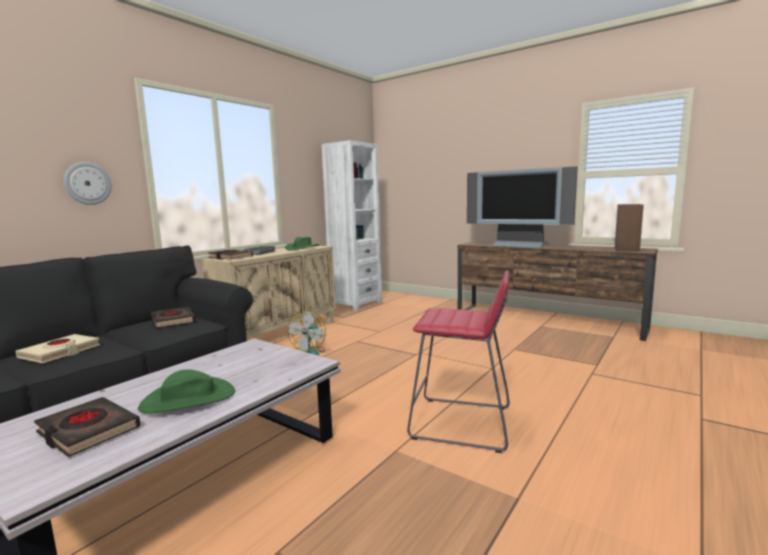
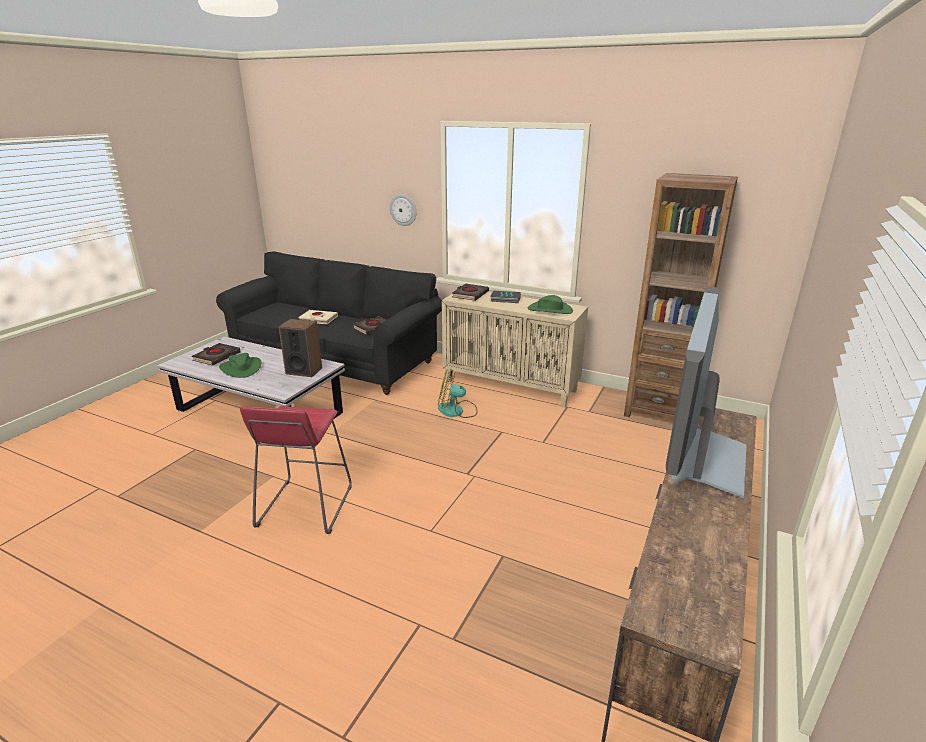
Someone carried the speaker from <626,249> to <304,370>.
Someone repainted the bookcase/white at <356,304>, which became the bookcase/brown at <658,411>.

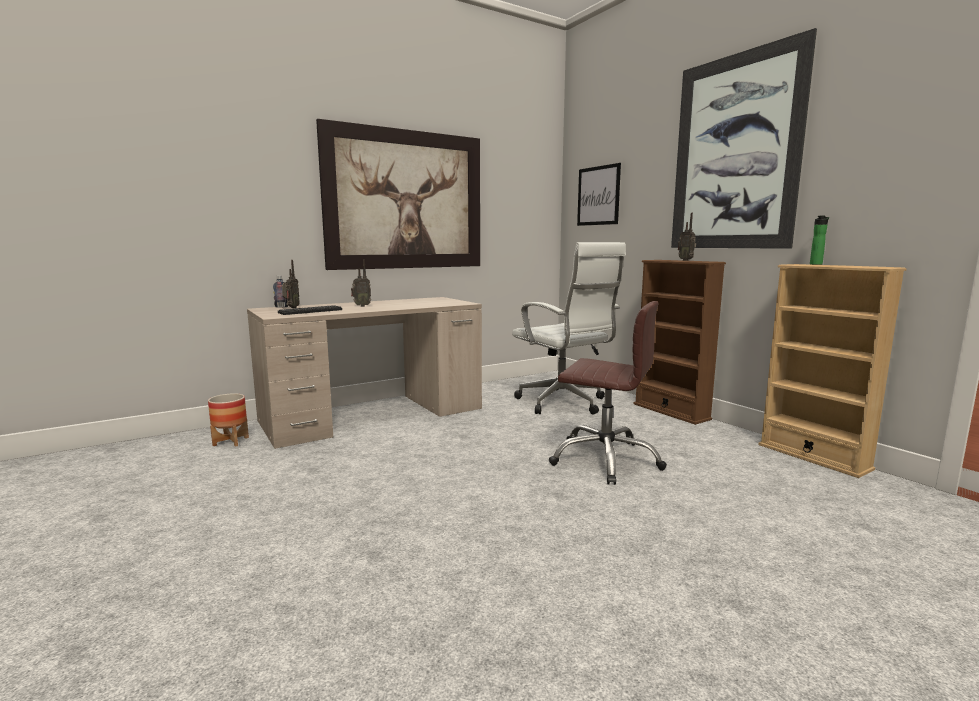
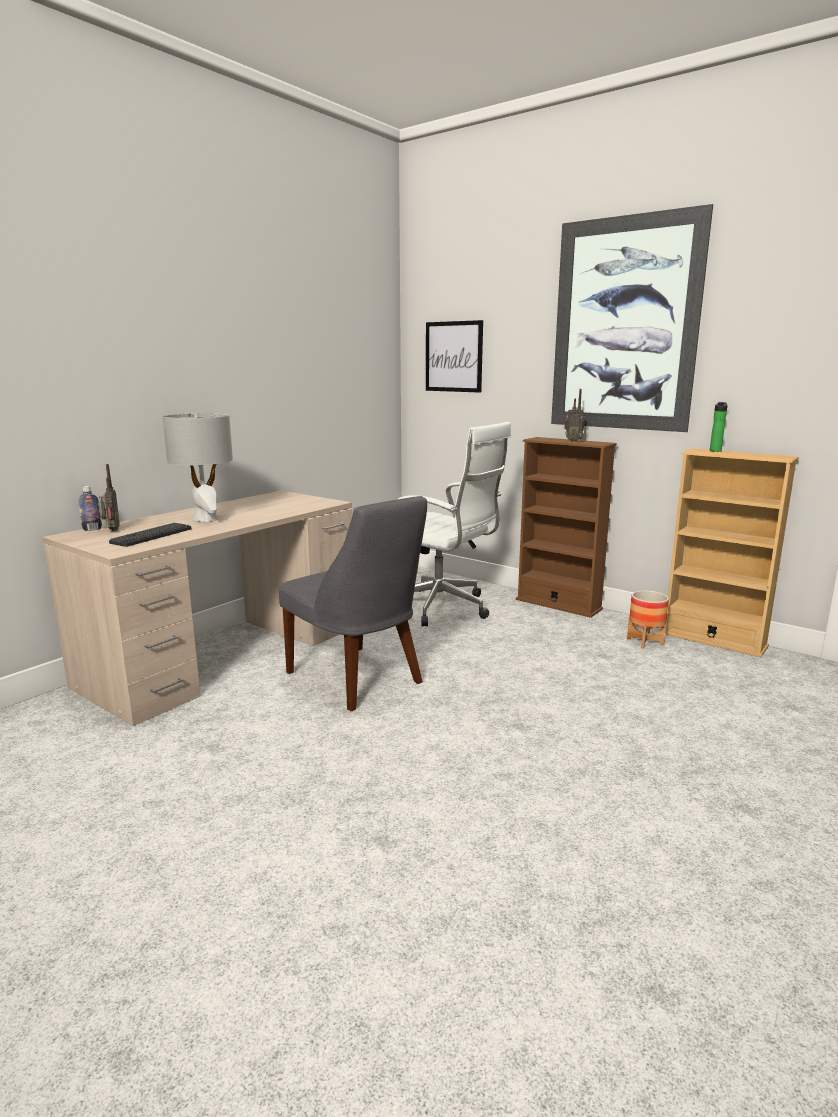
Someone took away the picture at <406,200>.
Someone took away the office chair/brown at <605,459>.
Someone put down the chair/grey at <358,679>.
Someone carried the planter from <230,441> to <645,642>.
Someone swapped the radio at <361,306> for the table lamp/grey at <205,519>.

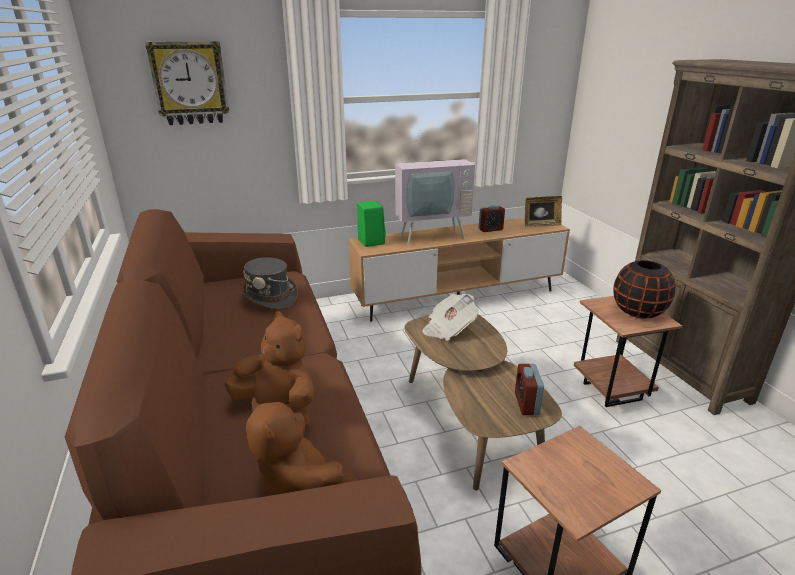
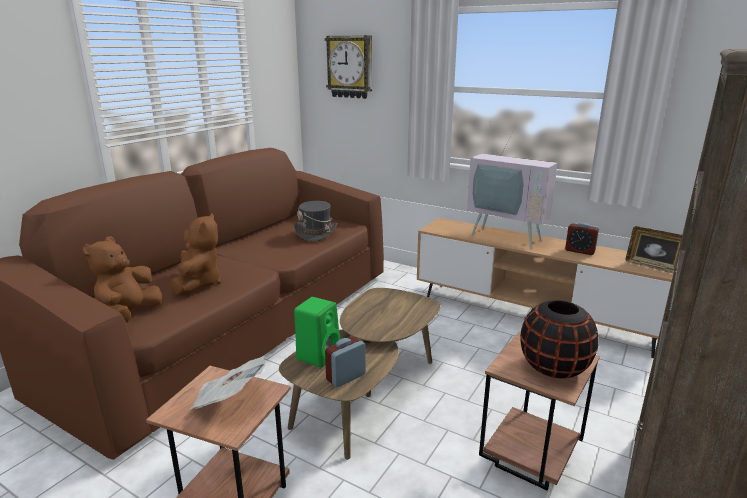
Someone carried the speaker/green from <370,241> to <318,355>.
Someone carried the newspaper from <448,329> to <229,400>.

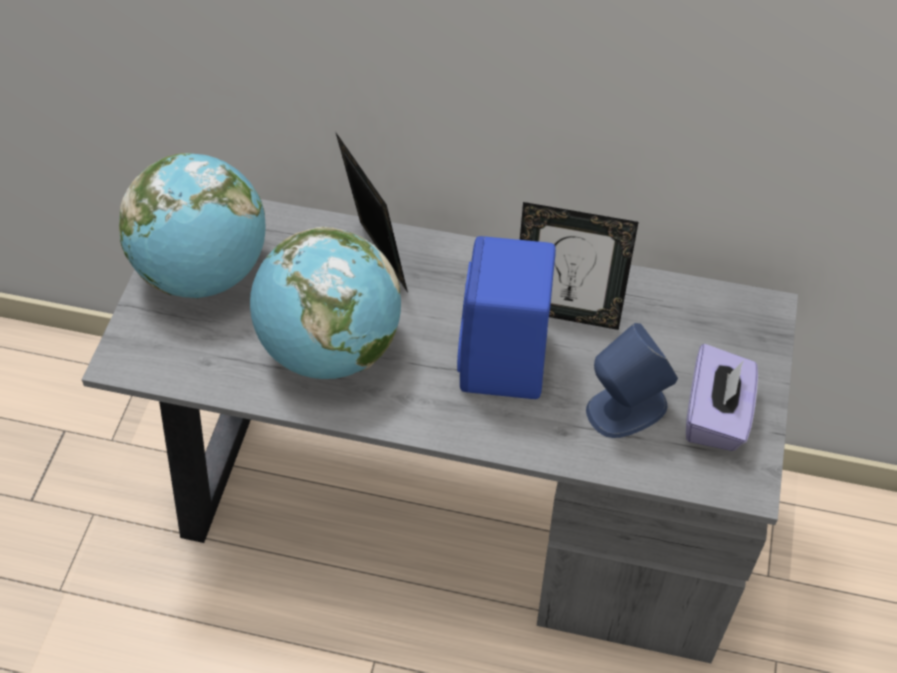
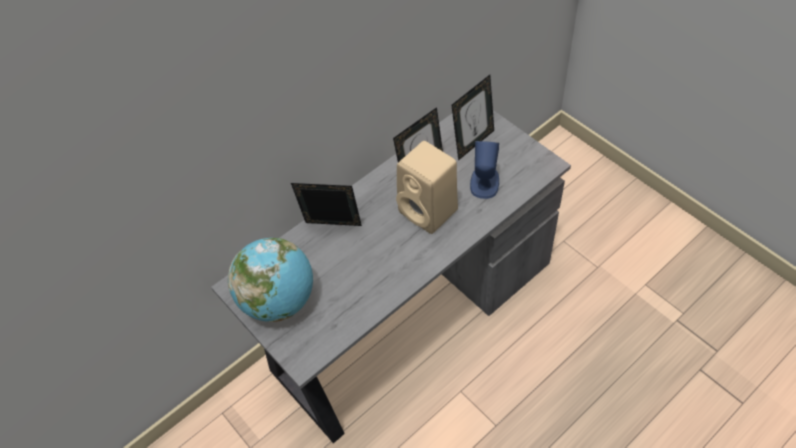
Someone took away the globe at <331,349>.
Someone took away the tissue box/purple at <716,416>.
Someone put down the picture frame at <473,143>.
Someone repainted the speaker/blue at <504,365>, which became the speaker/beige at <430,211>.

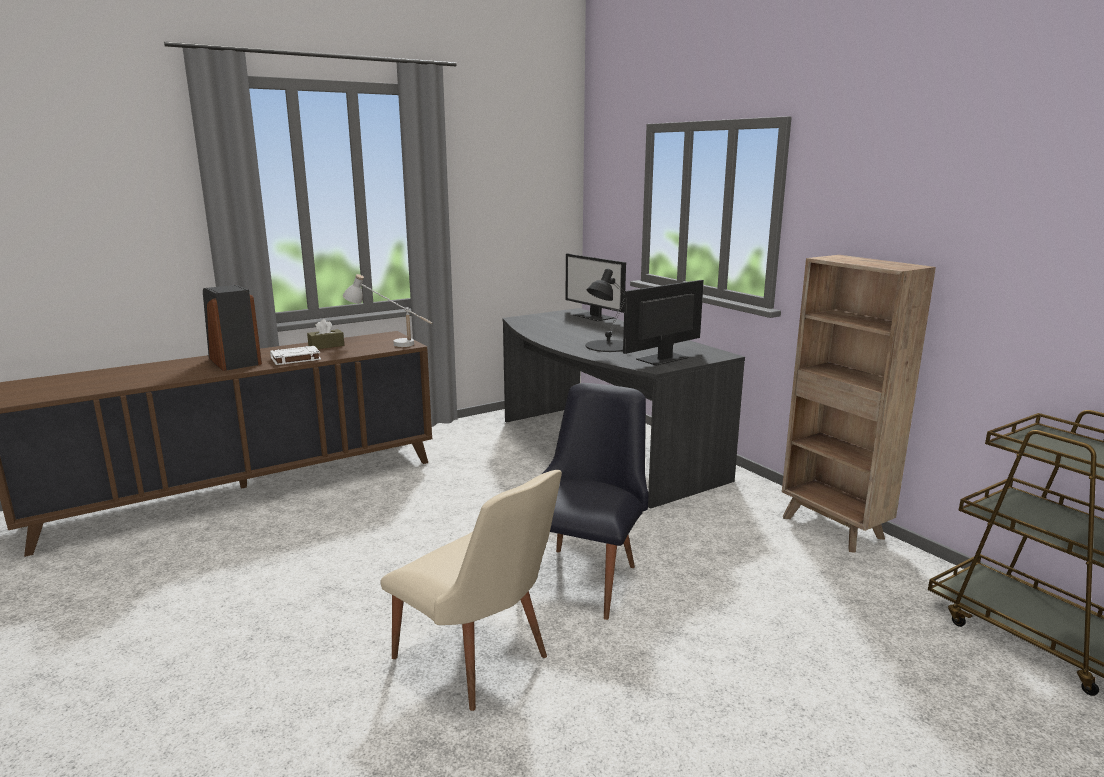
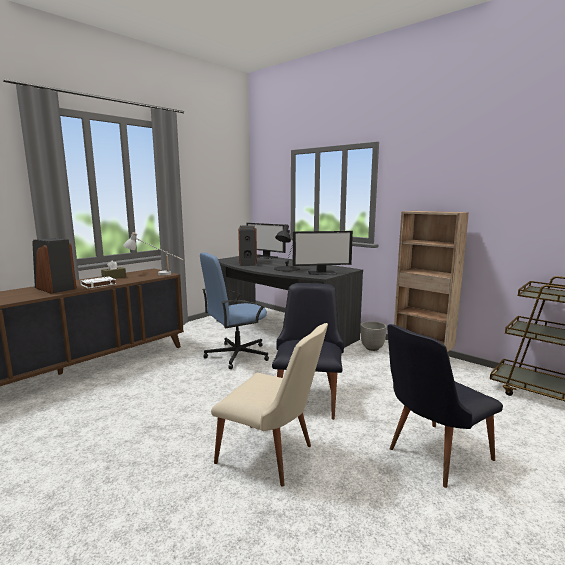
Someone put down the office chair/blue at <236,355>.
Someone put down the speaker at <248,263>.
Someone put down the planter at <372,348>.
Someone put down the chair/black at <432,456>.
Someone rotated the monitor at <662,359> by 135 degrees counterclockwise.

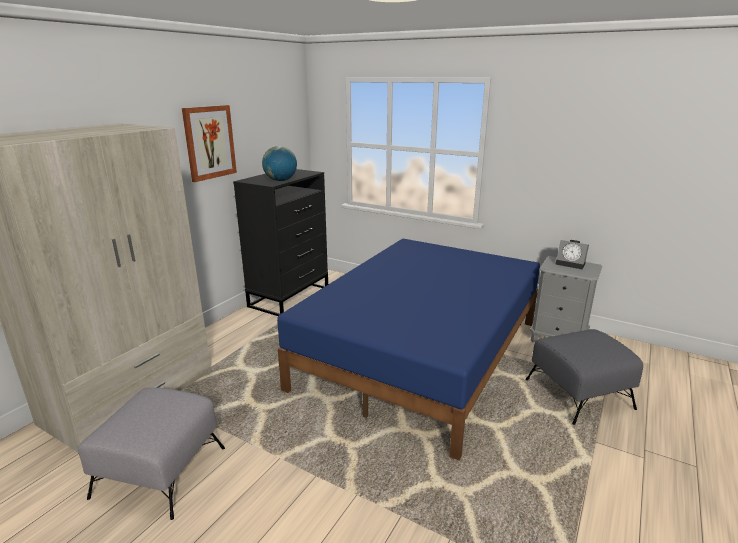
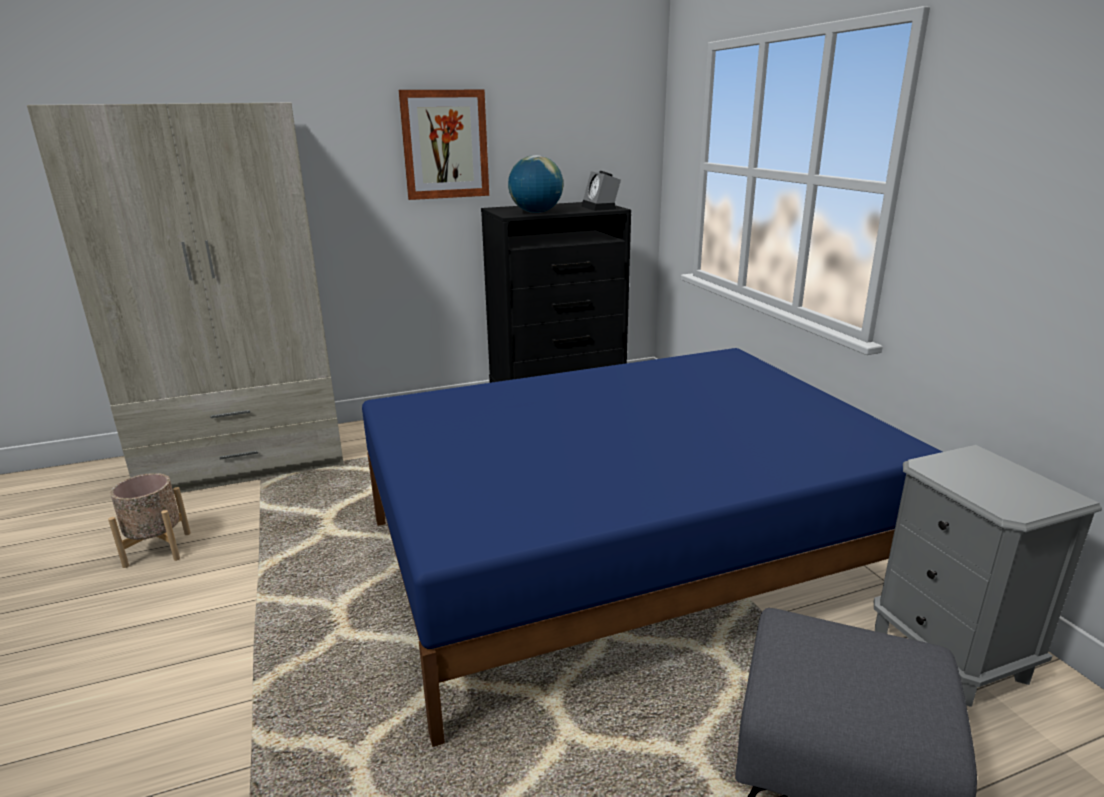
Someone carried the alarm clock from <571,264> to <601,207>.
Someone swapped the ottoman/grey at <161,471> for the planter/beige at <157,549>.

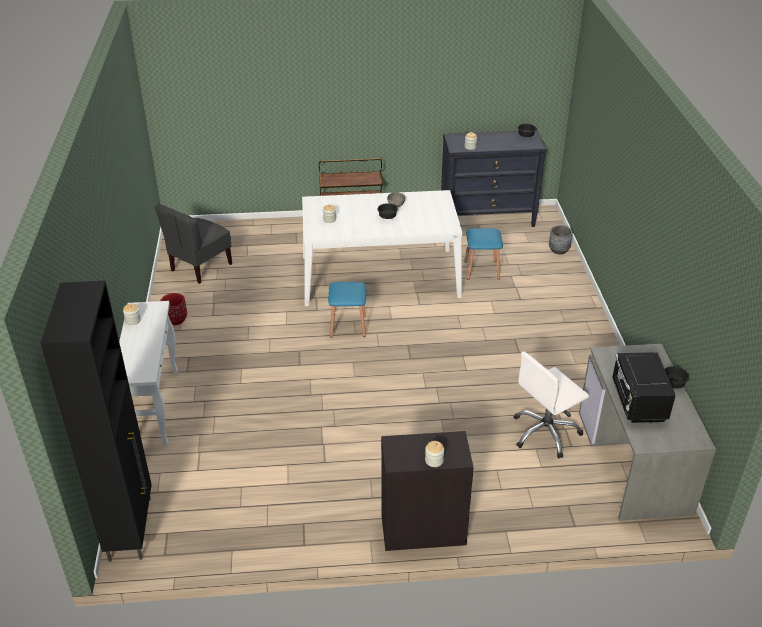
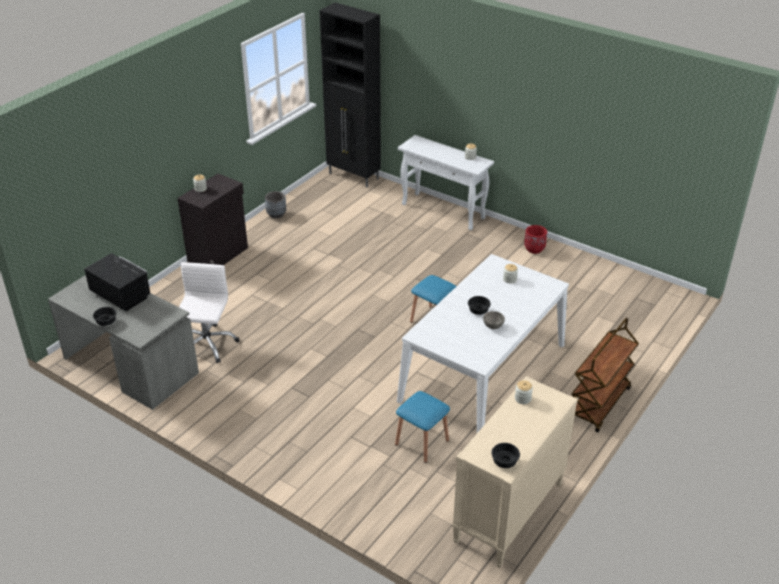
Someone took away the chair/grey at <200,267>.
Someone carried the planter/grey from <559,250> to <276,214>.
Someone repainted the dresser/black at <487,218>, which became the dresser/beige at <509,513>.

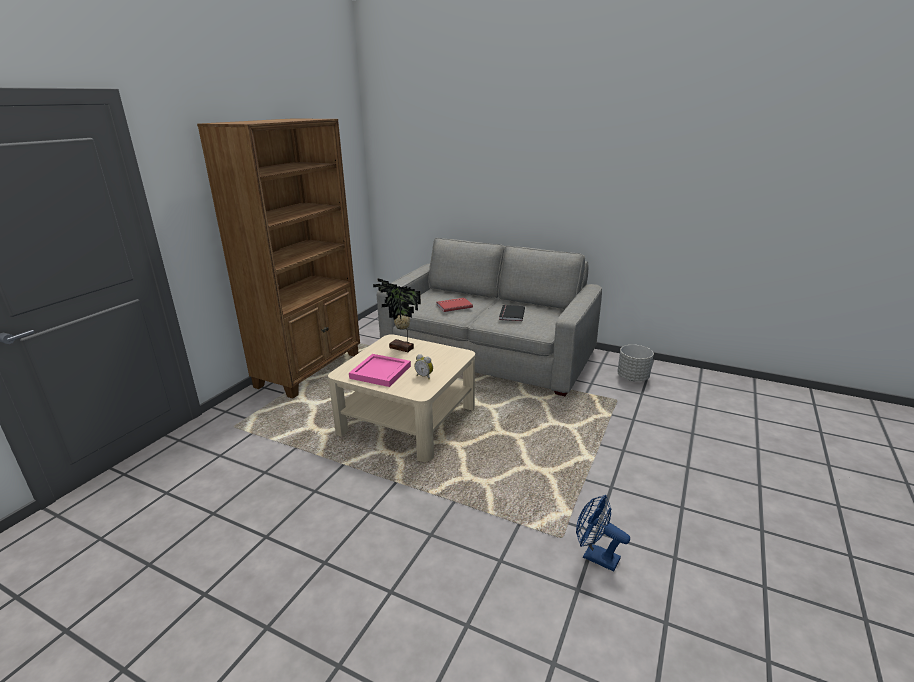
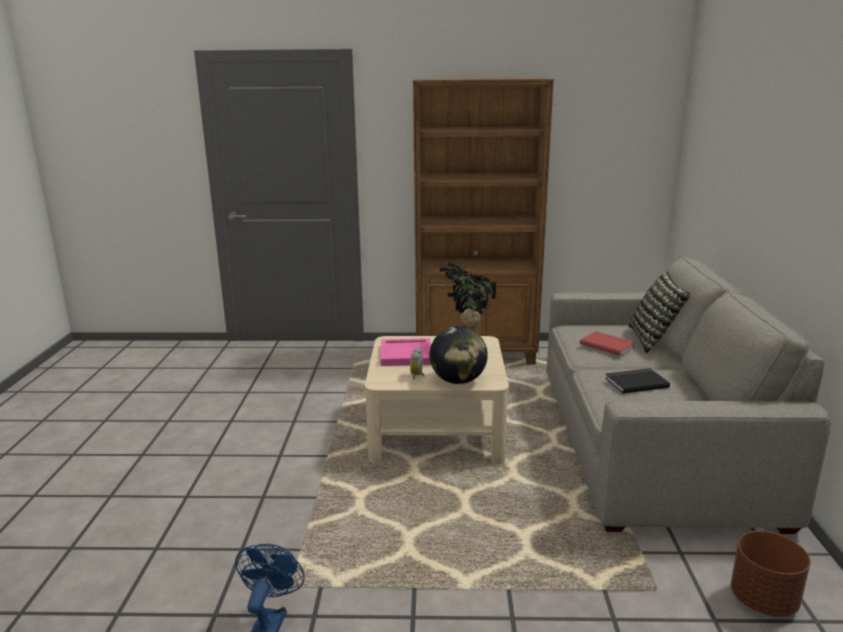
Someone put down the globe at <458,381>.
Someone put down the pillow at <654,339>.
Someone repainted the planter/grey at <633,378>, which became the planter/brown at <763,600>.

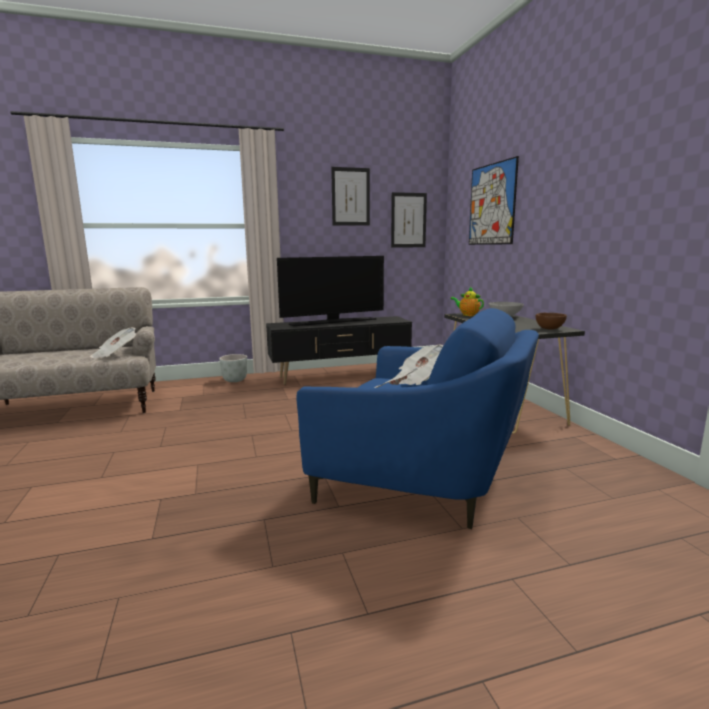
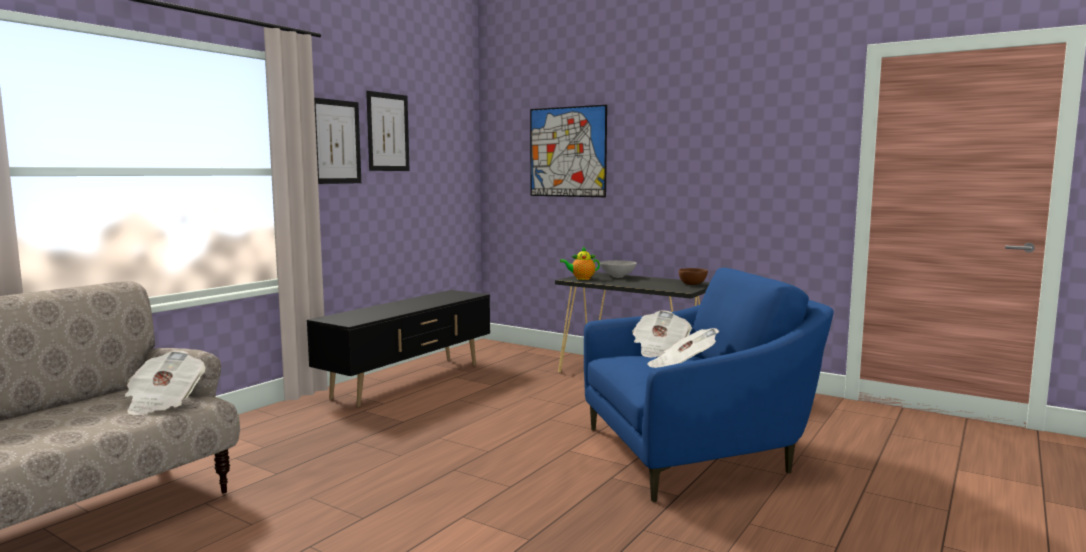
Someone took away the planter/grey at <235,380>.
Someone took away the television at <333,322>.
Someone carried the picture from <408,220> to <336,142>.

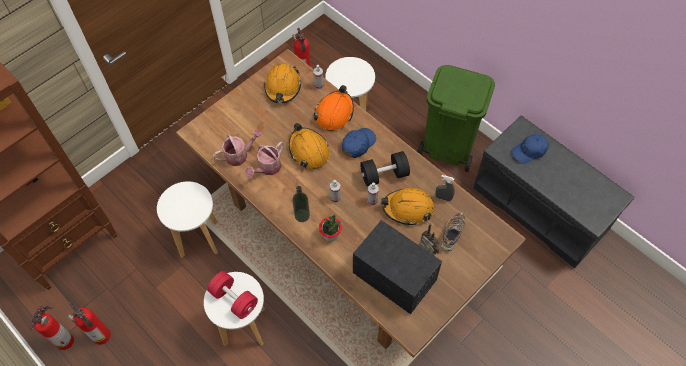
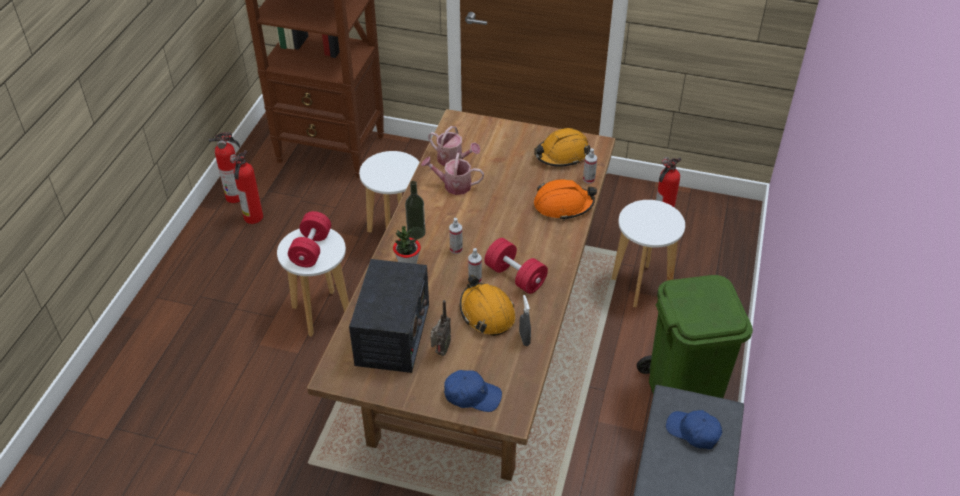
Someone took away the hard hat/orange at <308,150>.
Someone took away the shoe at <452,234>.
Someone carried the cap/blue from <358,144> to <472,395>.
Someone repainted the dumbbell/black at <384,175>, which became the dumbbell/red at <515,276>.

